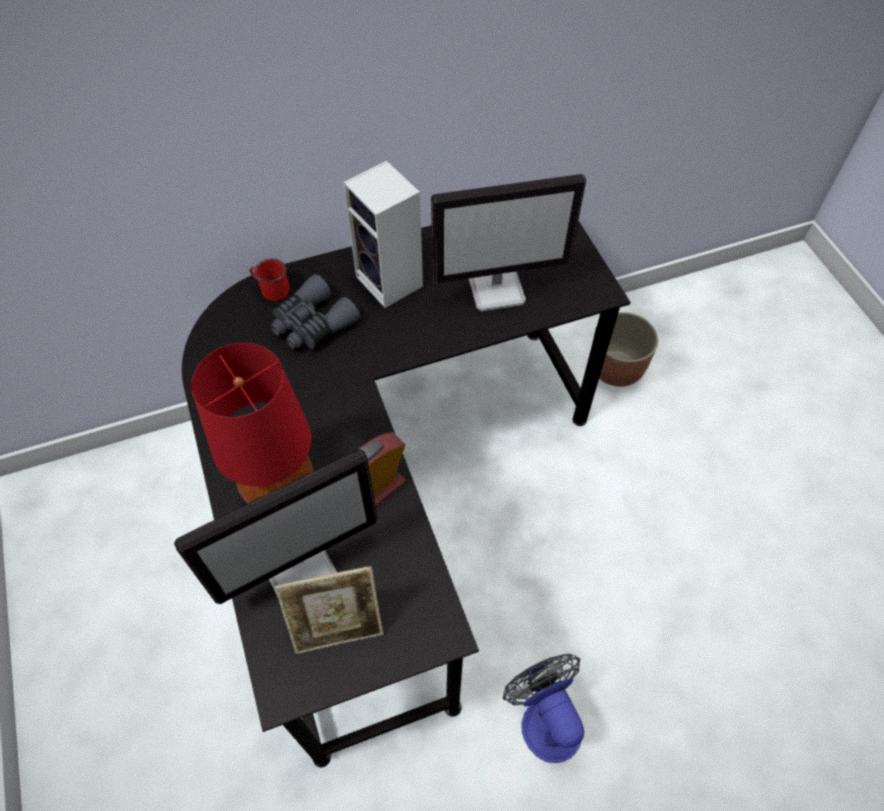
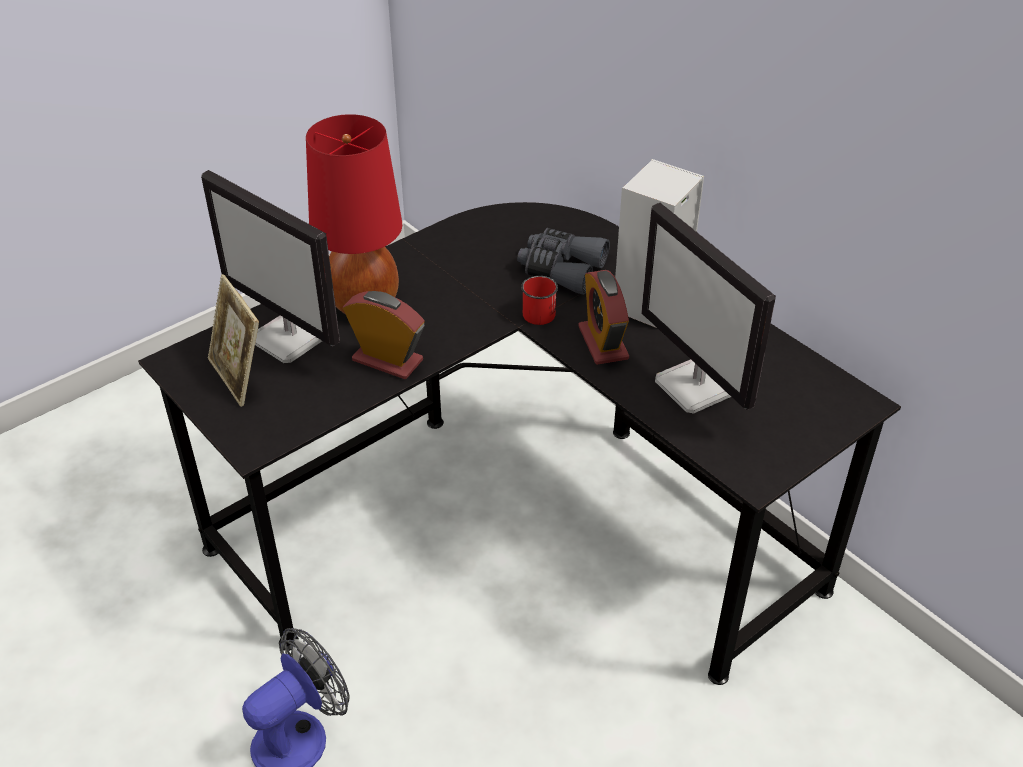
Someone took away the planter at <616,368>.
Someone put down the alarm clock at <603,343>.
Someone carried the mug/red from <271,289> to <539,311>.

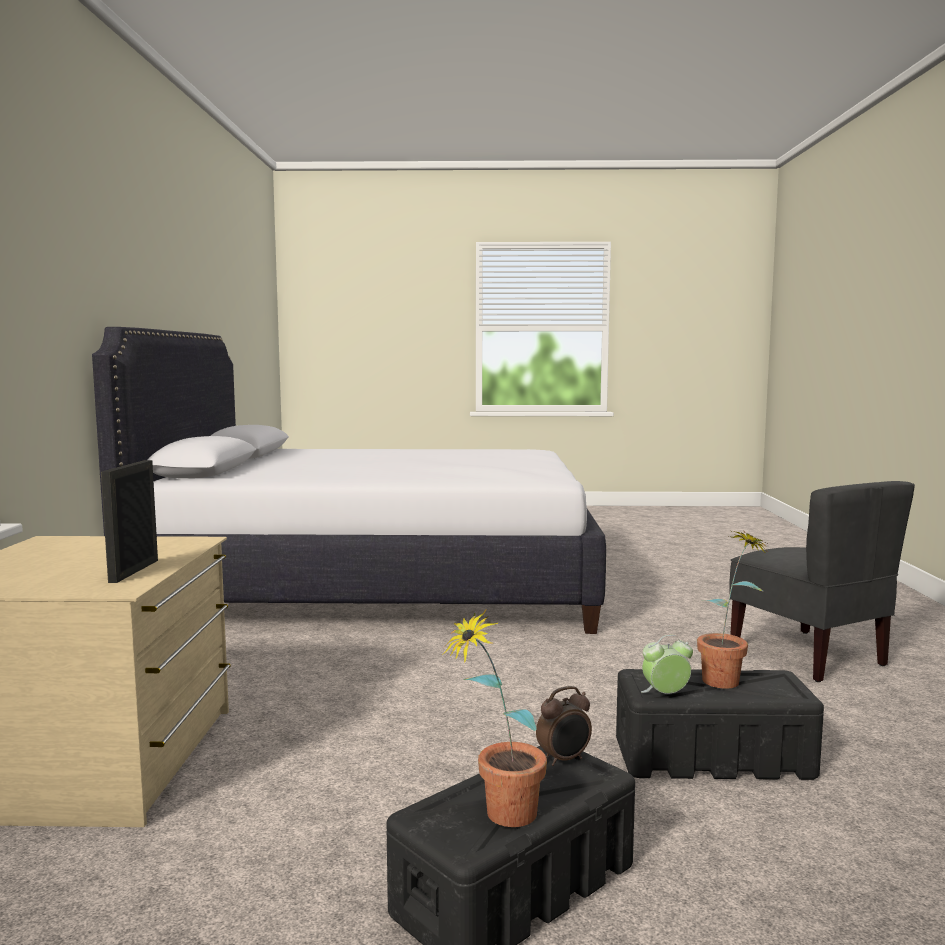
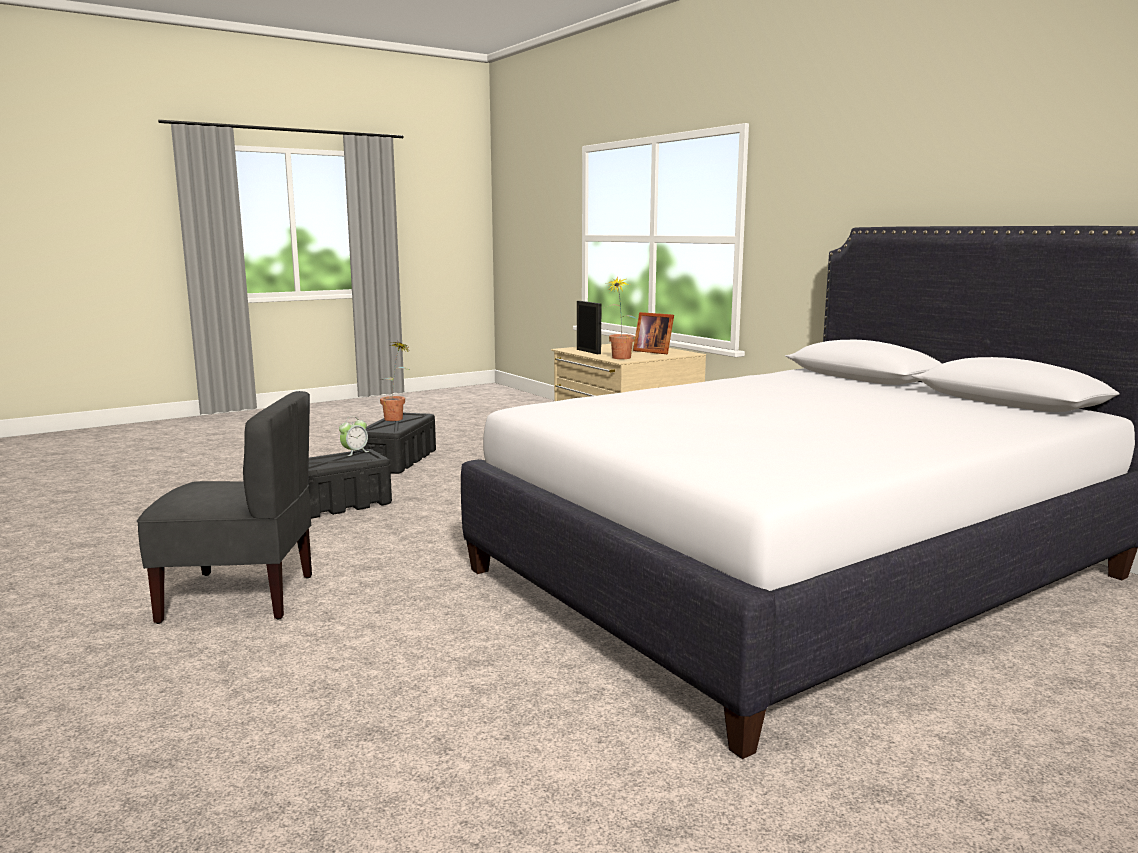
Someone took away the alarm clock at <564,759>.
Someone put down the picture frame at <653,351>.
Someone carried the potted plant from <728,678> to <619,358>.
Someone rotated the chair/grey at <809,656> by 150 degrees clockwise.

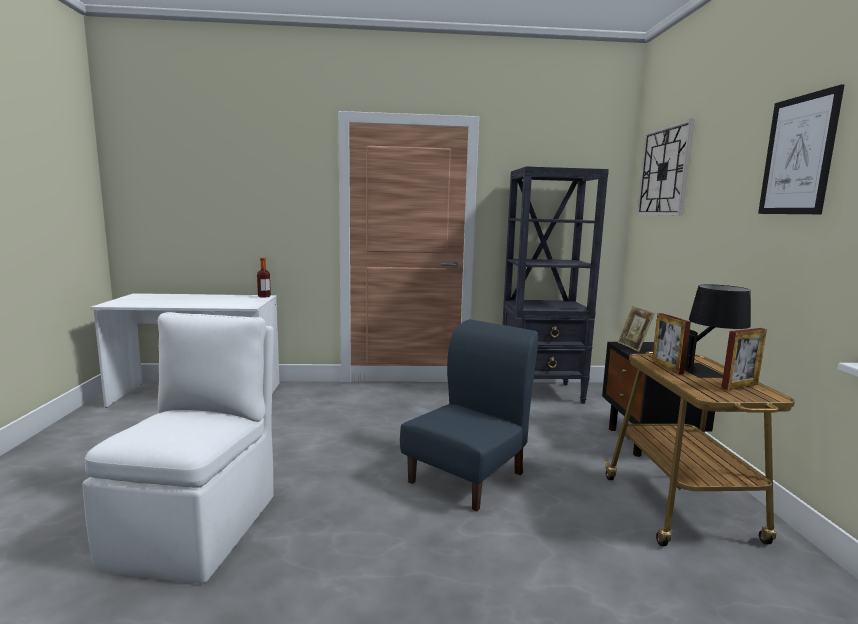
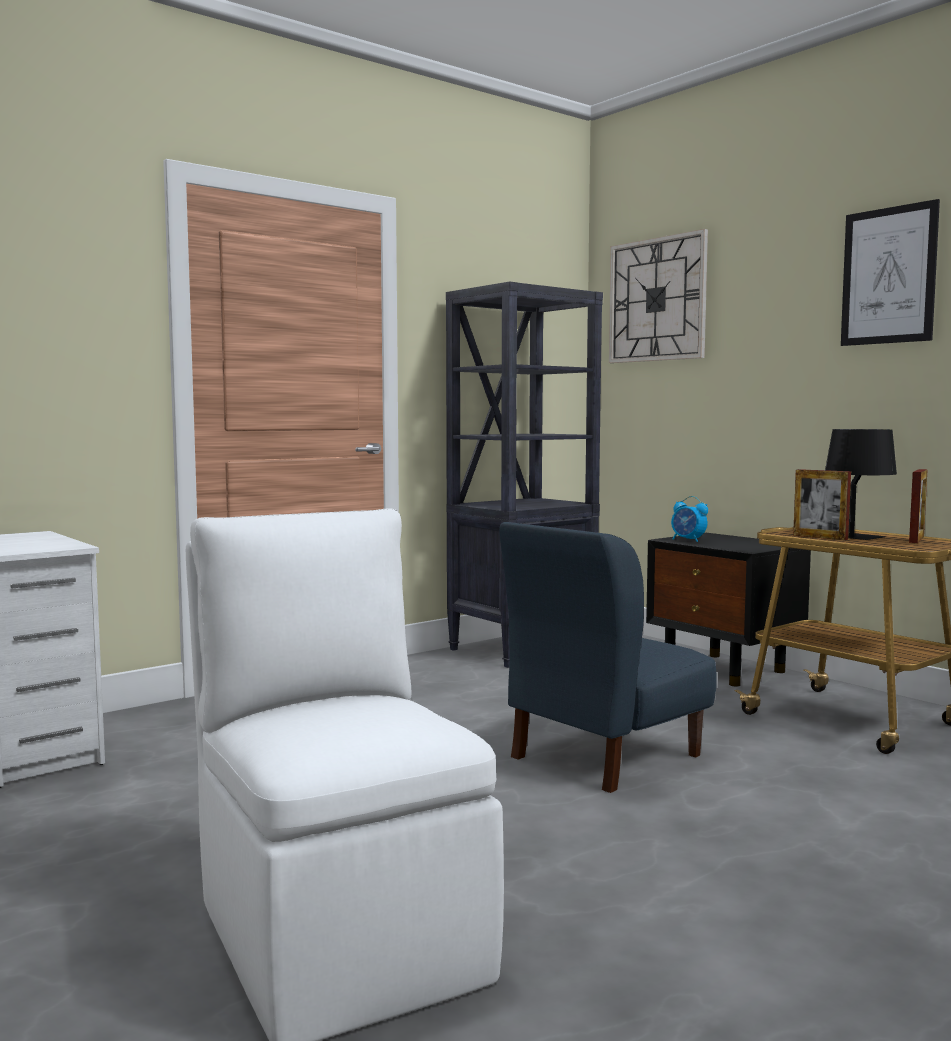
Someone took away the bottle at <264,296>.
Someone swapped the picture frame at <633,347> for the alarm clock at <688,540>.
Someone rotated the chair/blue at <468,477> by 135 degrees counterclockwise.

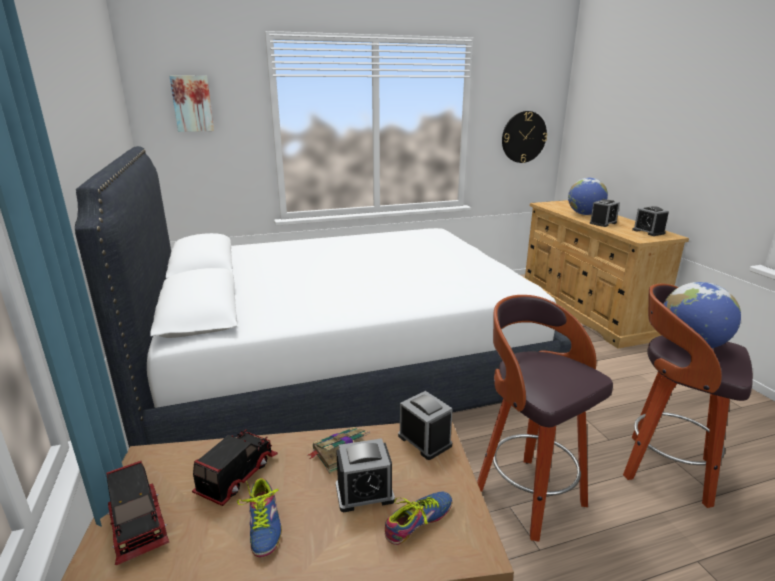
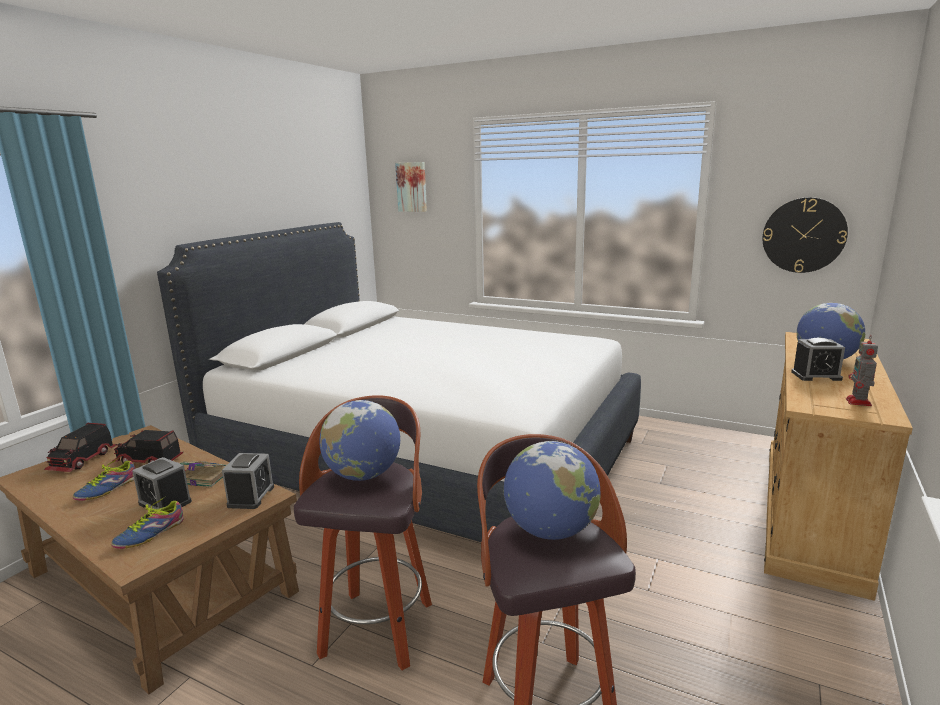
Someone put down the globe at <363,475>.
Someone swapped the alarm clock at <648,232> for the toy robot at <858,402>.
Someone rotated the toy truck at <236,475> by 150 degrees counterclockwise.
Someone rotated the shoe at <421,522> by 120 degrees clockwise.

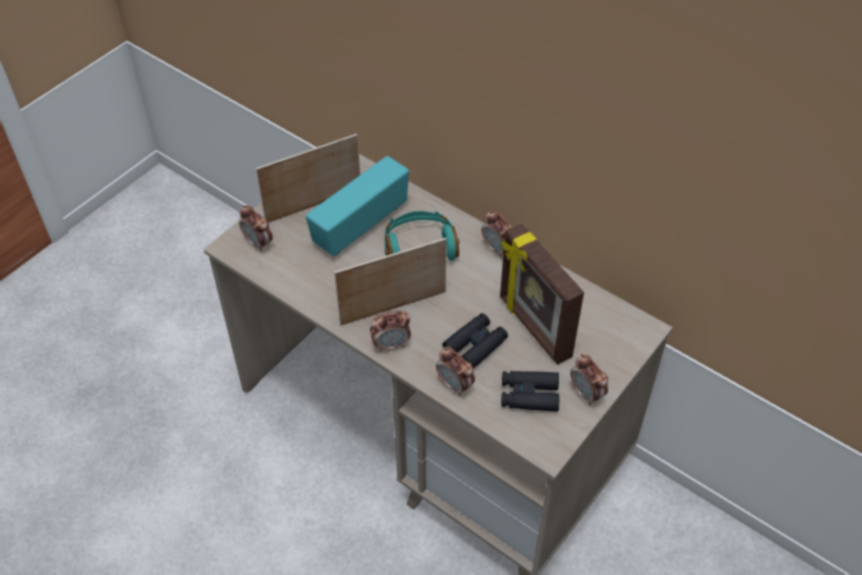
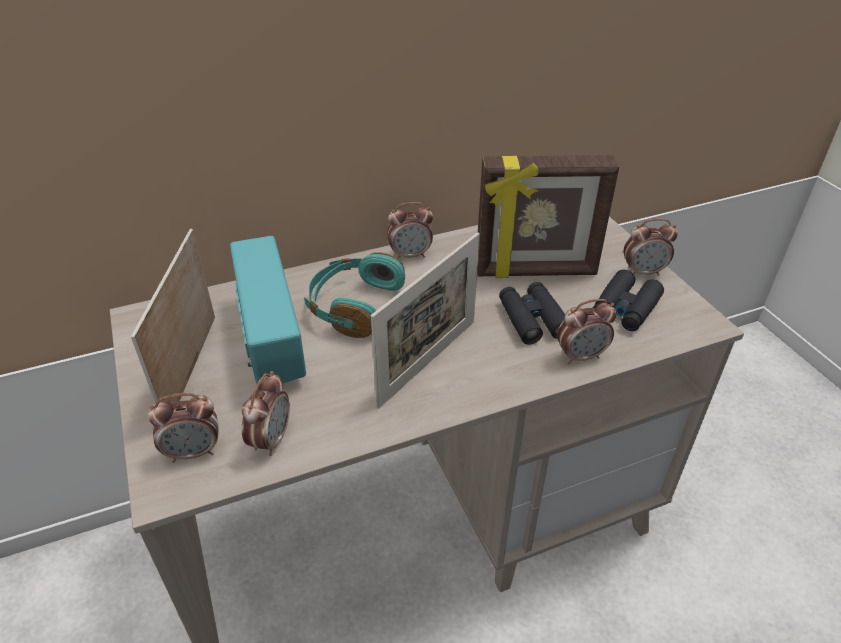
Someone carried the alarm clock from <391,345> to <271,439>.
Someone rotated the picture frame at <393,308> by 150 degrees counterclockwise.

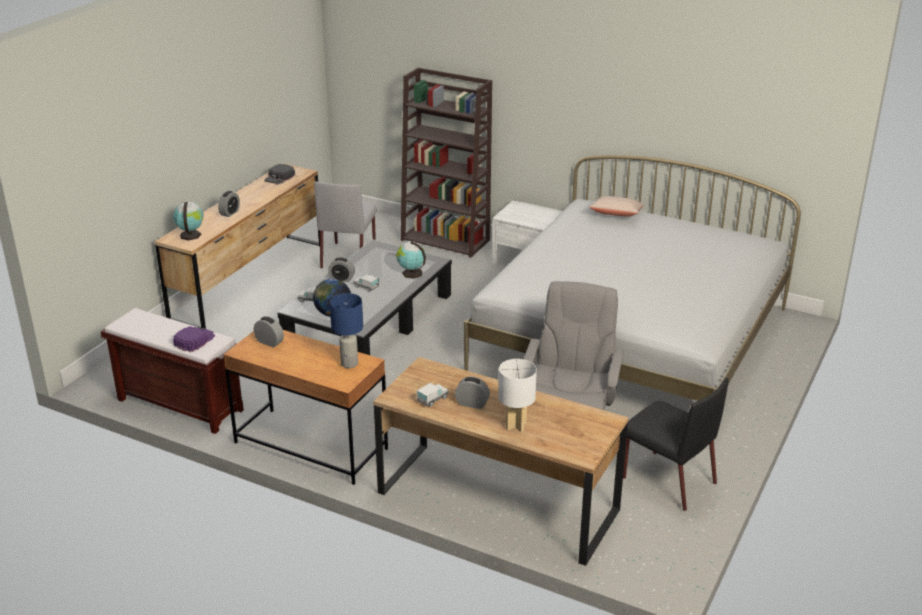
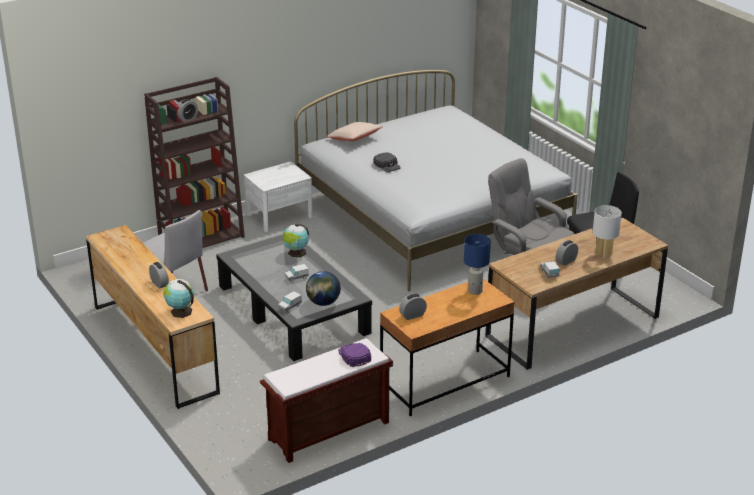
Someone carried the cap/black from <279,177> to <387,165>.
Someone carried the alarm clock from <342,279> to <187,118>.

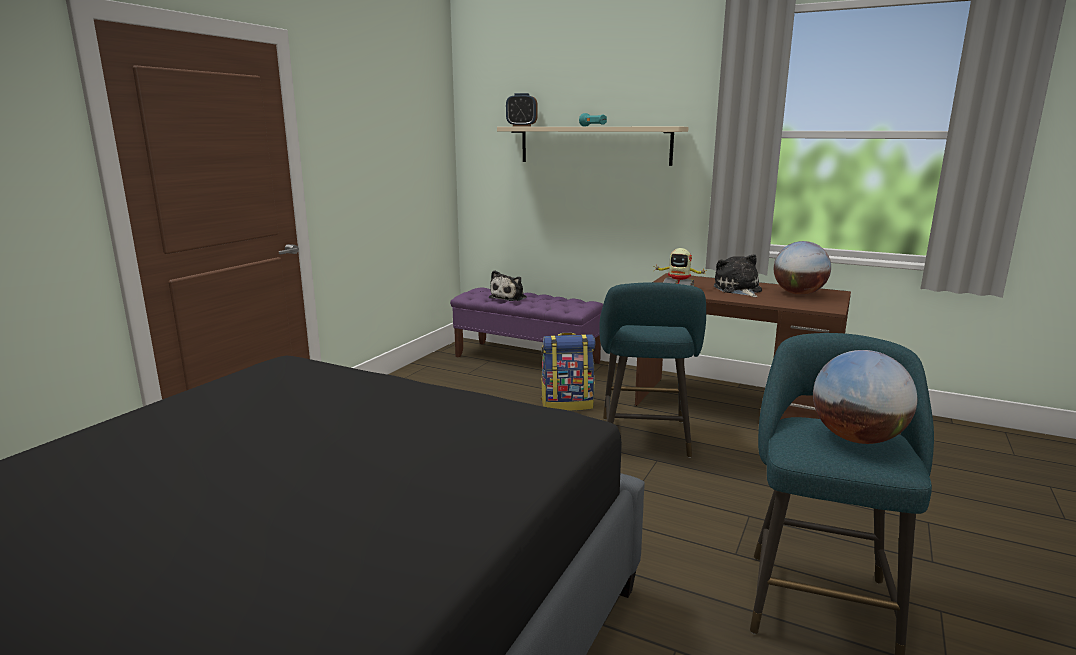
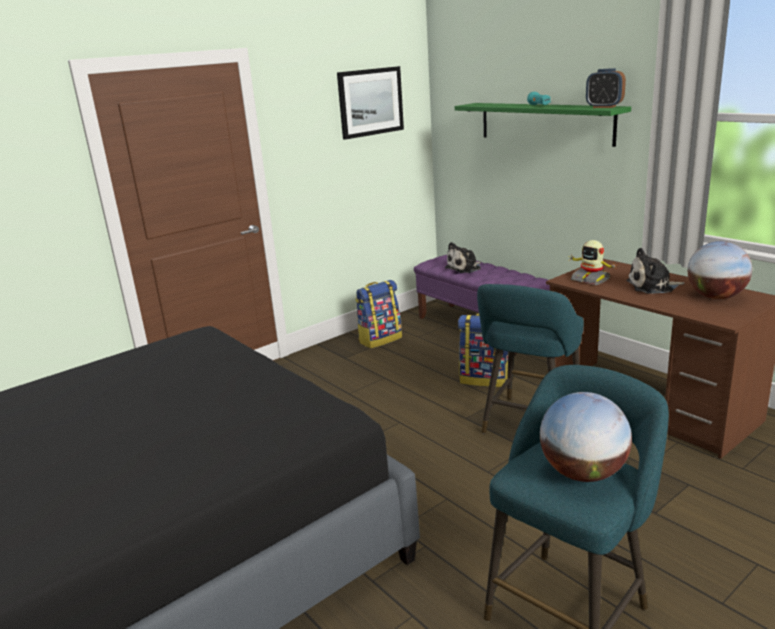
Someone put up the picture at <370,102>.
Someone put down the backpack at <380,339>.
Someone carried the alarm clock from <521,126> to <604,107>.
Someone repainted the shelf/beige at <594,145>, which became the shelf/green at <544,123>.
Someone rotated the plush toy at <738,290> by 105 degrees counterclockwise.

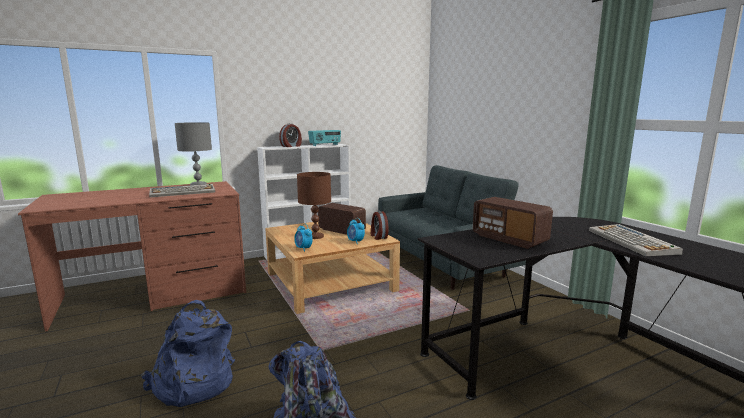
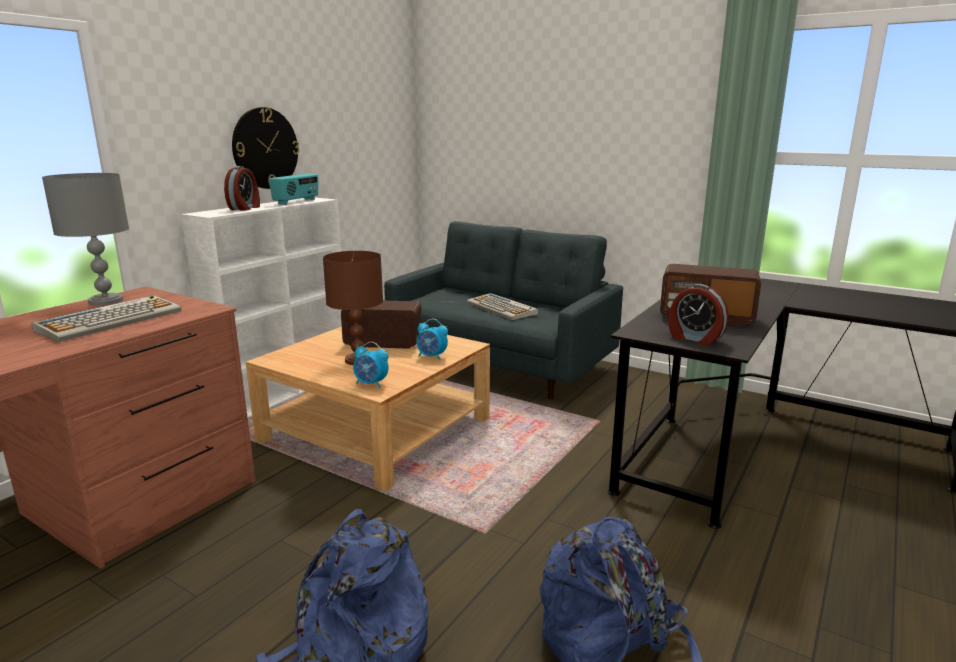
Someone put up the wall clock at <265,148>.
Someone carried the alarm clock from <378,236> to <694,338>.
Someone carried the keyboard from <632,241> to <502,308>.

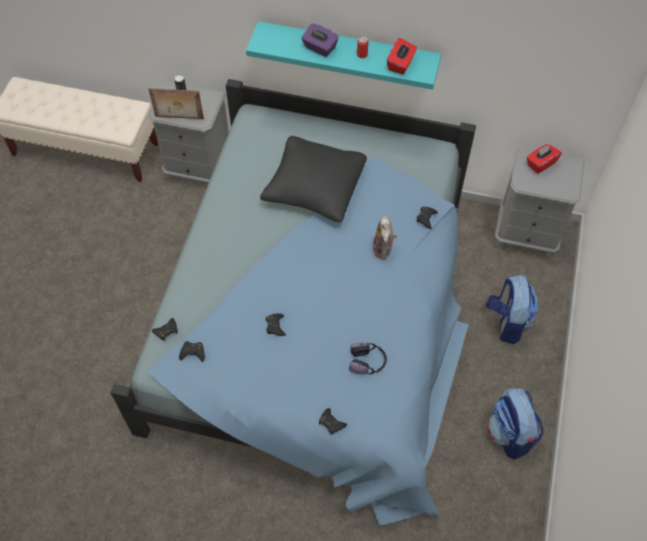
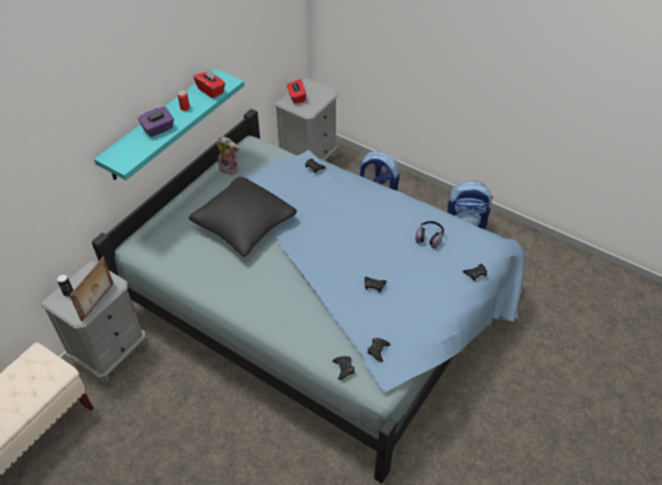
Someone carried the plush toy from <383,250> to <230,168>.

